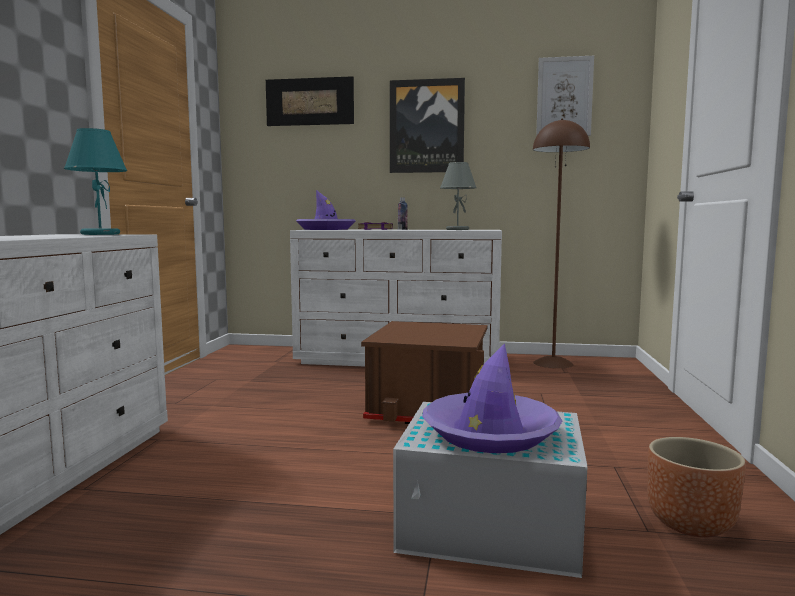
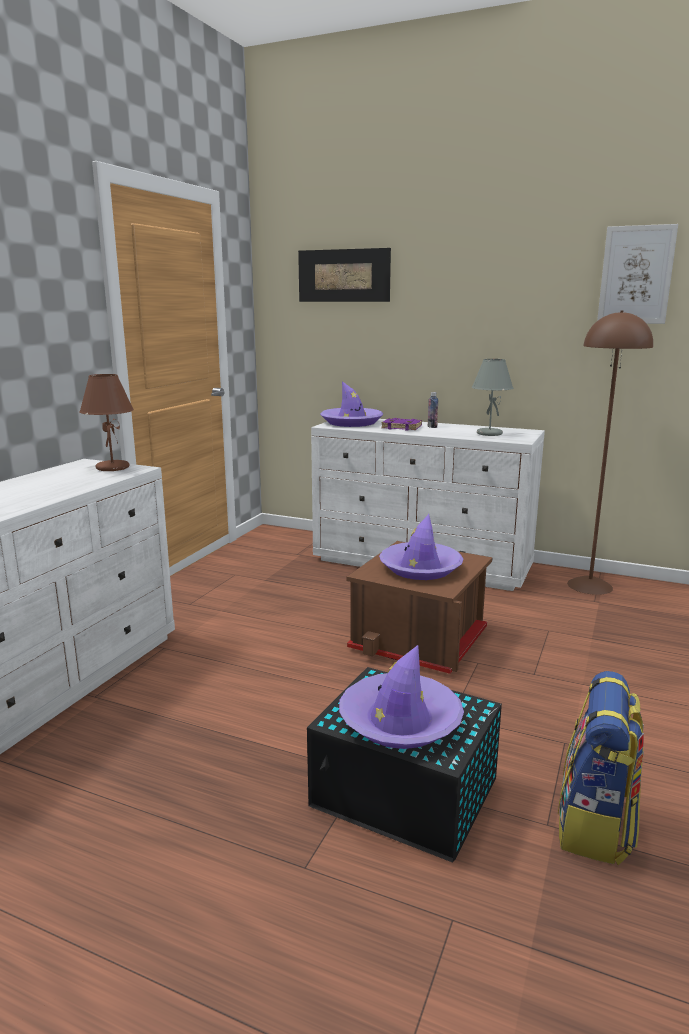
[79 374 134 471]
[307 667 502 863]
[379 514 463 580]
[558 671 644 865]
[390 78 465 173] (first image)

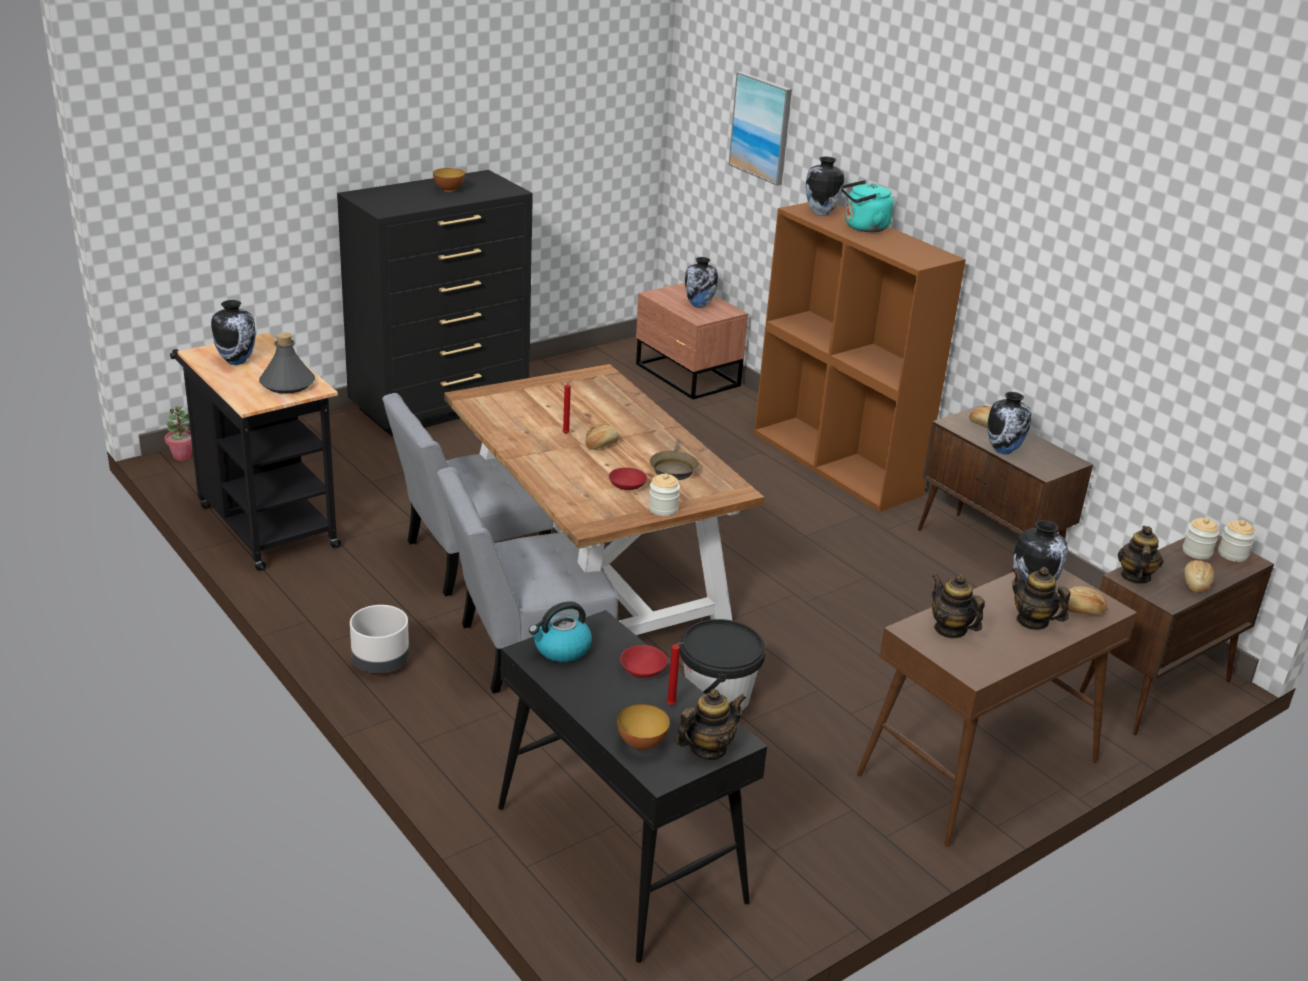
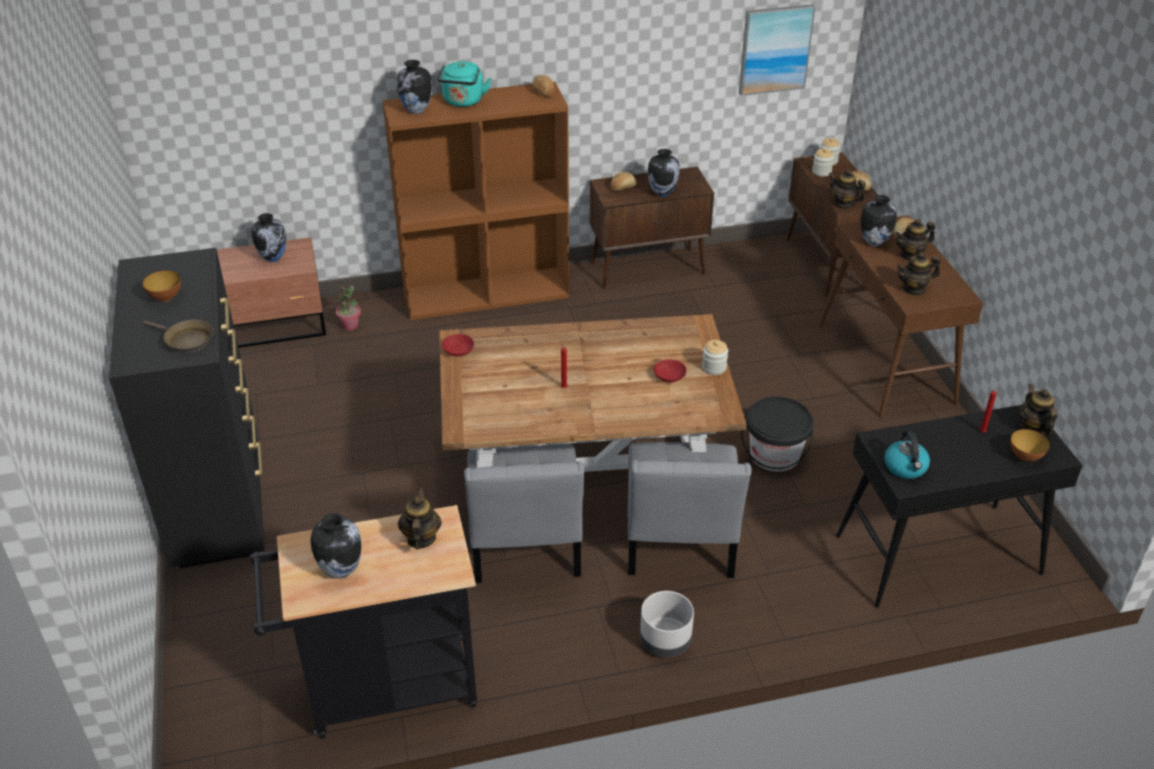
[143 320 214 353]
[336 286 361 331]
[398 488 442 549]
[442 334 474 356]
[532 75 554 97]
[739 4 816 96]

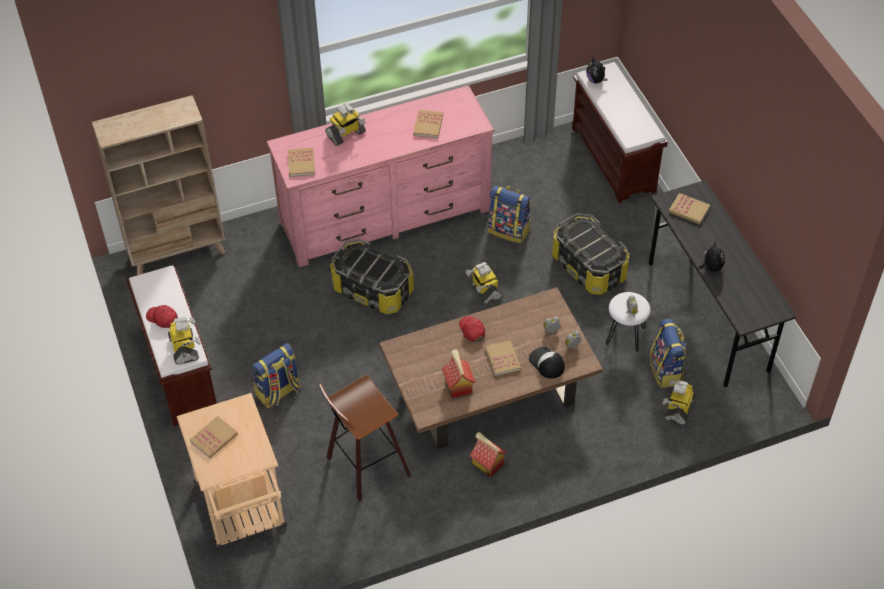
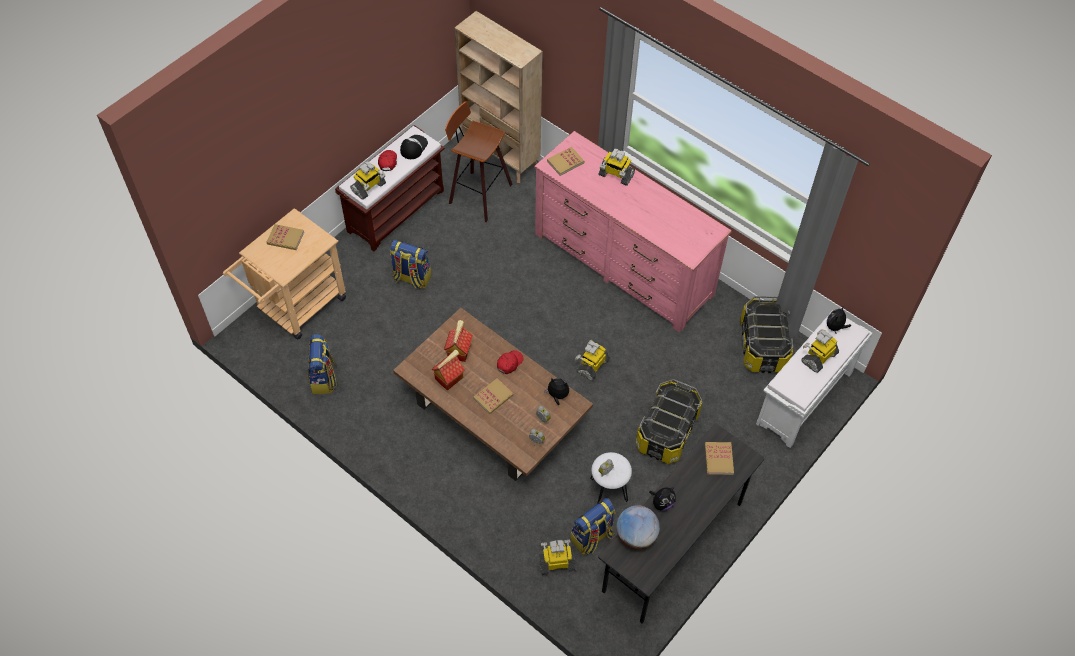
[307 334 337 394]
[400 135 428 159]
[444 320 473 362]
[445 101 512 222]
[544 377 569 405]
[616 505 660 549]
[740 296 793 373]
[756 310 872 448]
[801 329 839 373]
[413 110 443 138] (first image)

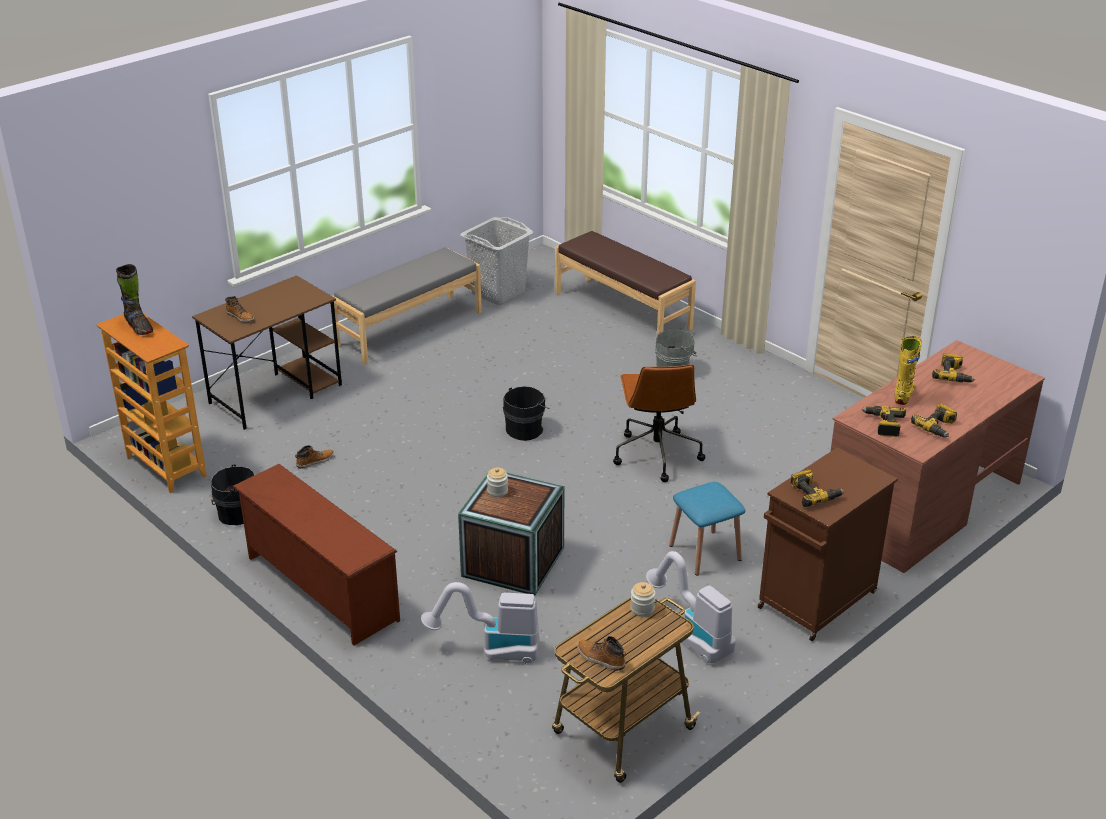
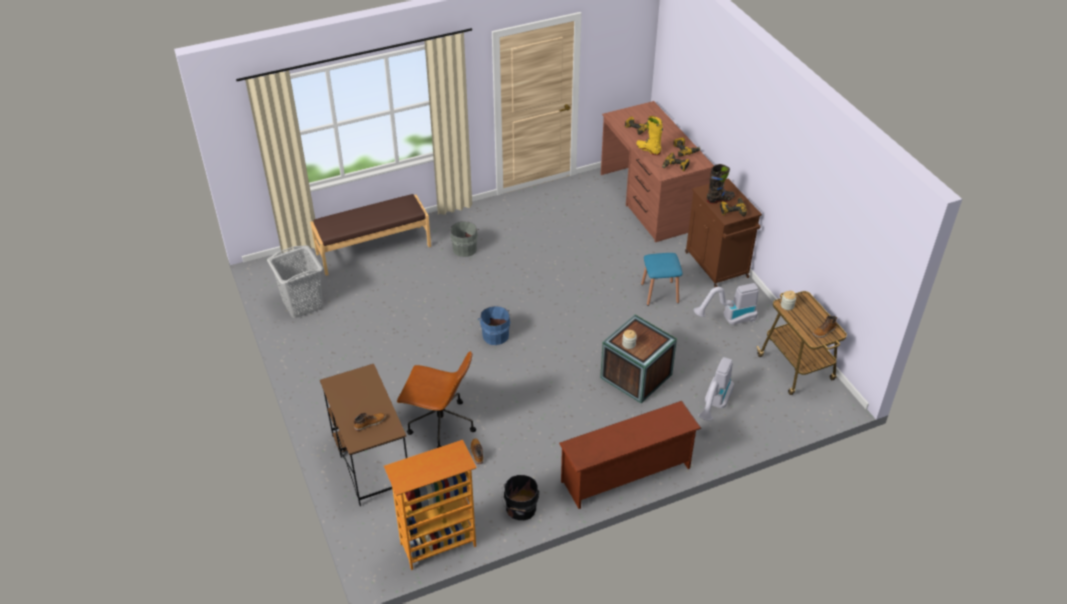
[397 351 476 448]
[479 306 510 345]
[706 164 735 204]
[331 247 482 365] (first image)

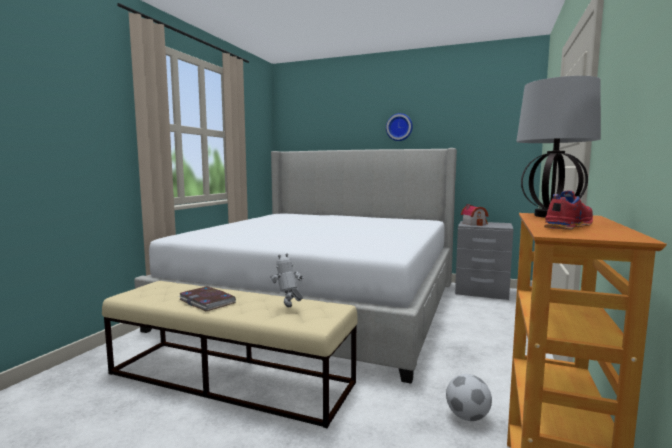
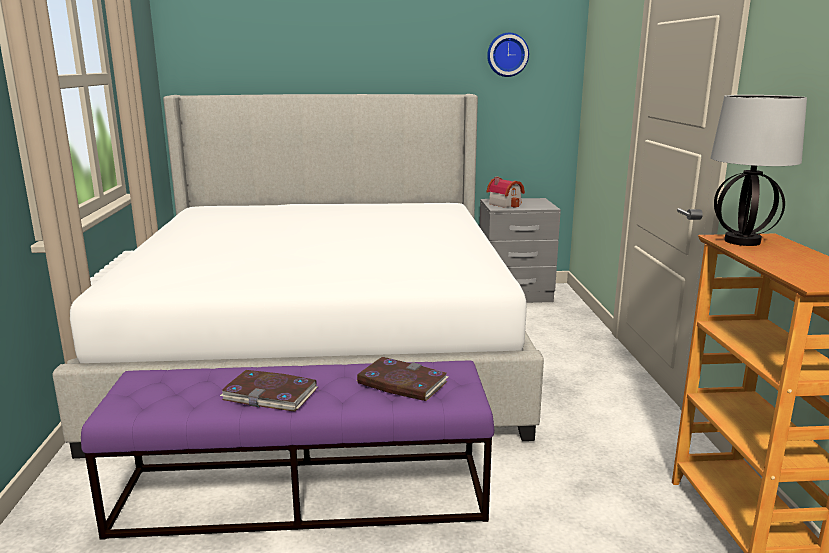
[81 361 495 540]
[356 357 449 401]
[487 33 529 77]
[446 374 492 421] (first image)
[544 190 593 230] (first image)

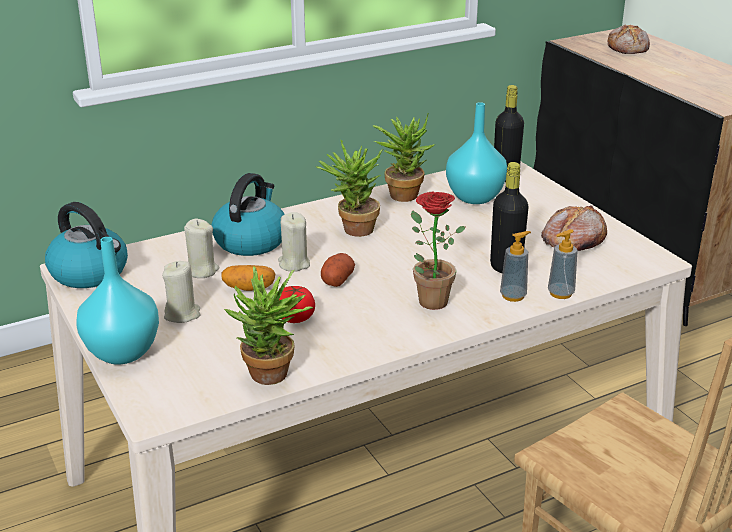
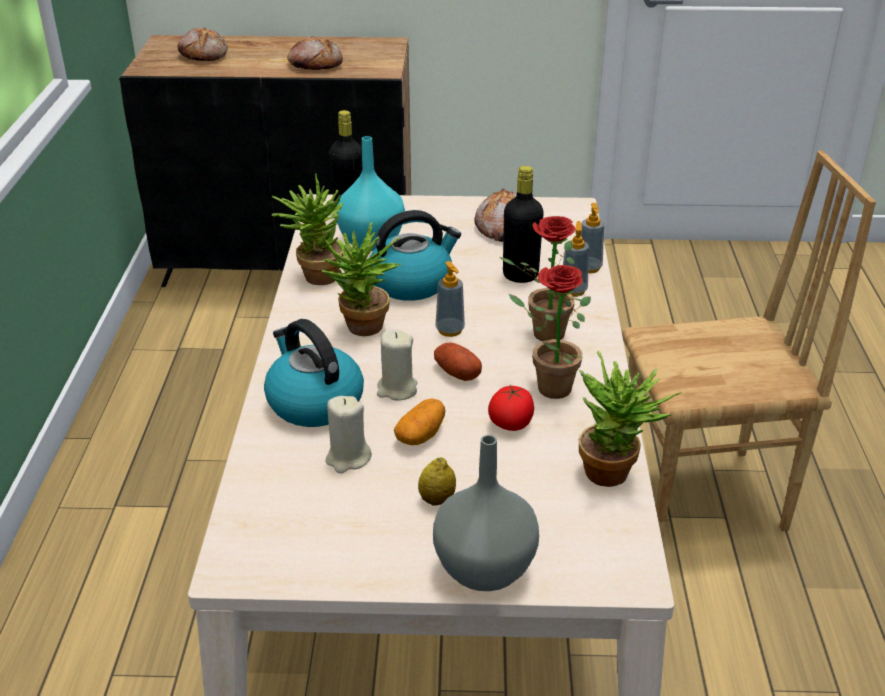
[287 36 343 70]
[370 210 461 301]
[418 457 456 506]
[433 435 539 591]
[436 261 465 337]
[509 265 591 399]

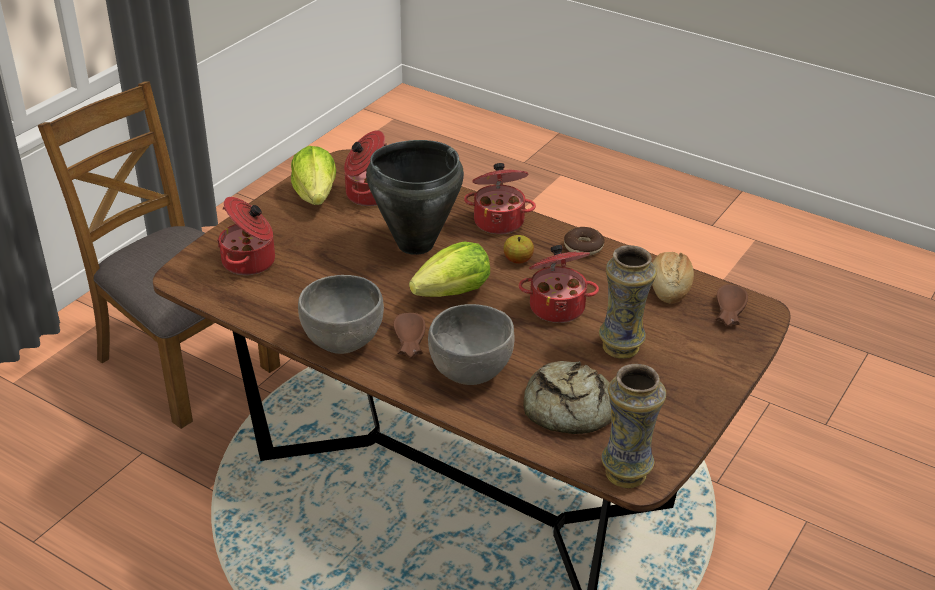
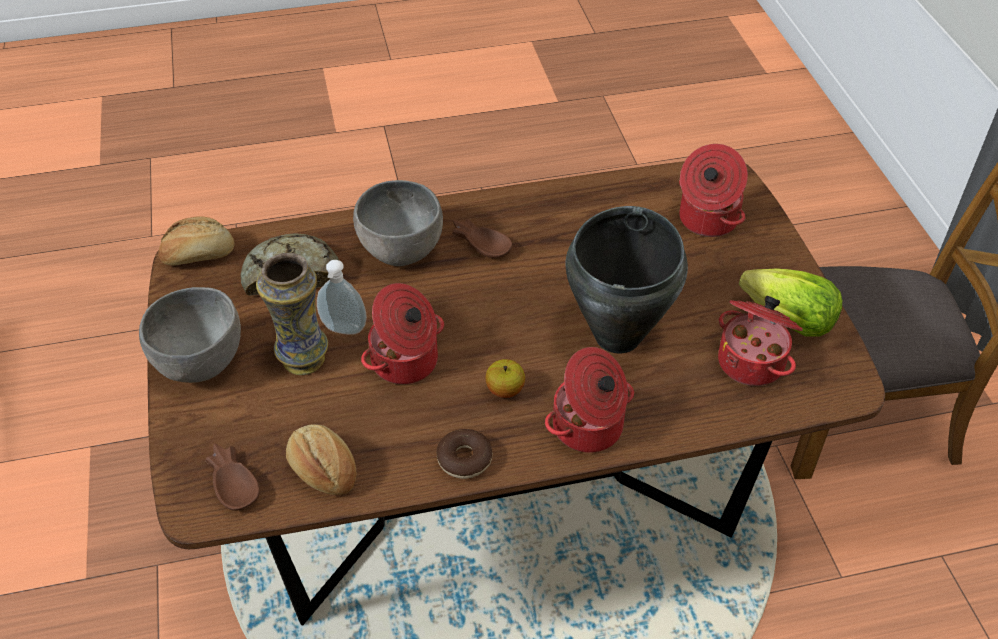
[139 287 241 383]
[158 216 235 265]
[317 260 367 335]
[409 241 490 297] (first image)

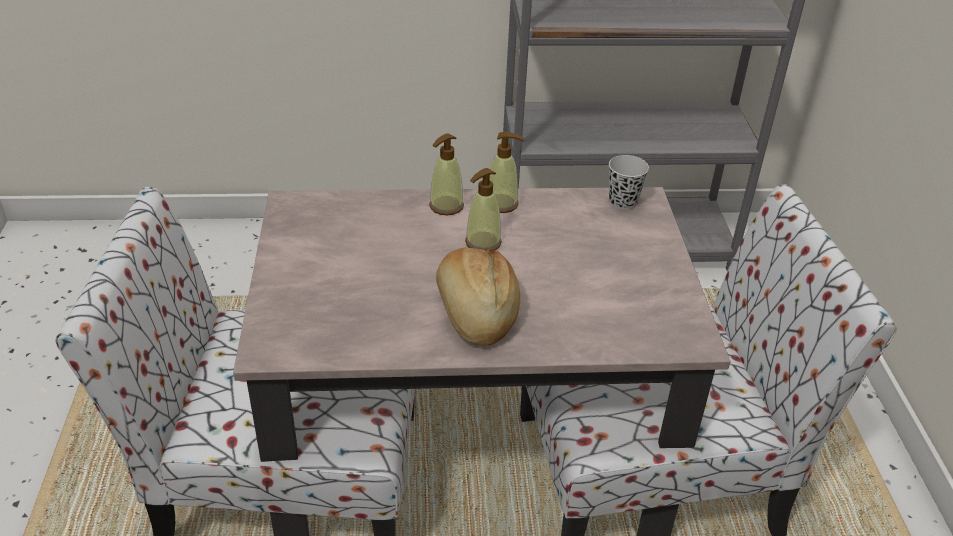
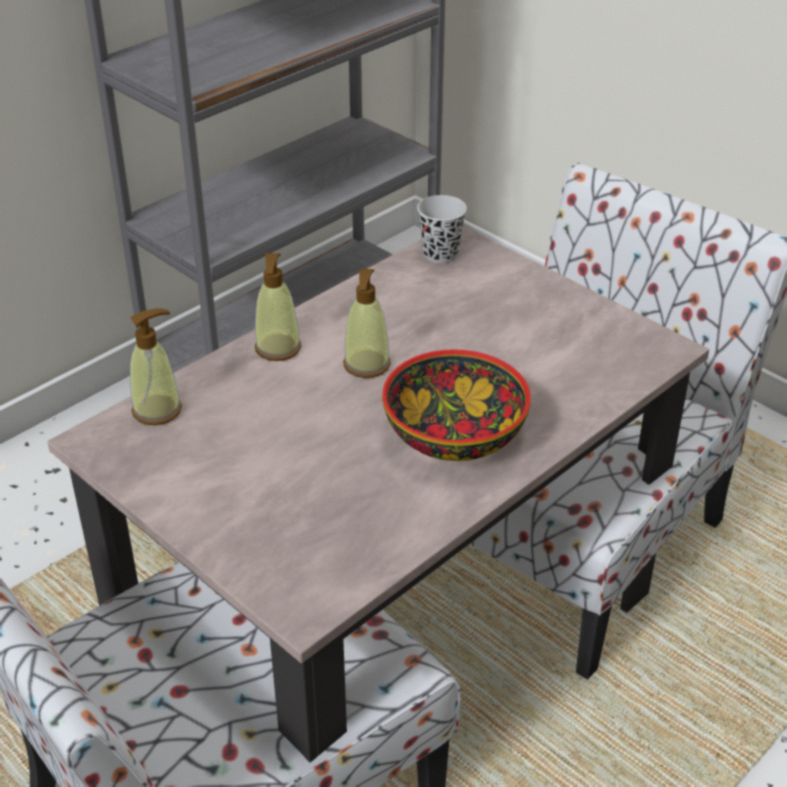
[130 309 182 425]
[382 349 531 461]

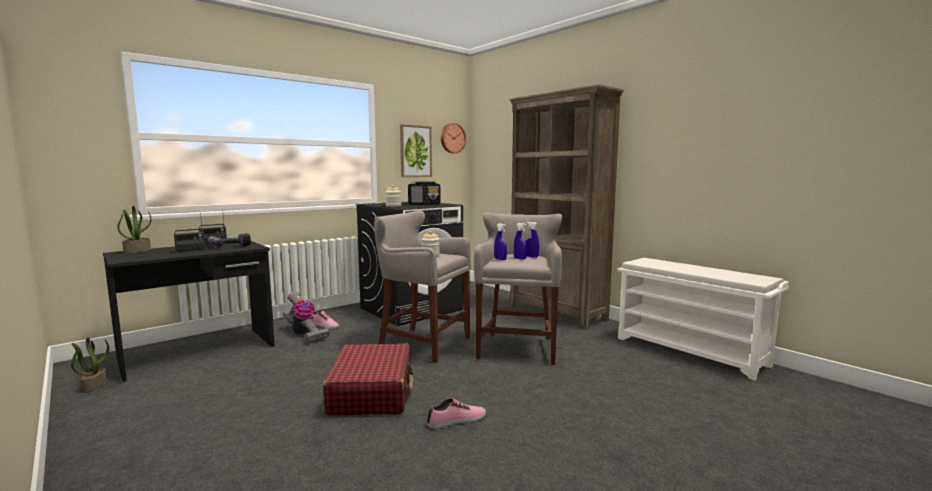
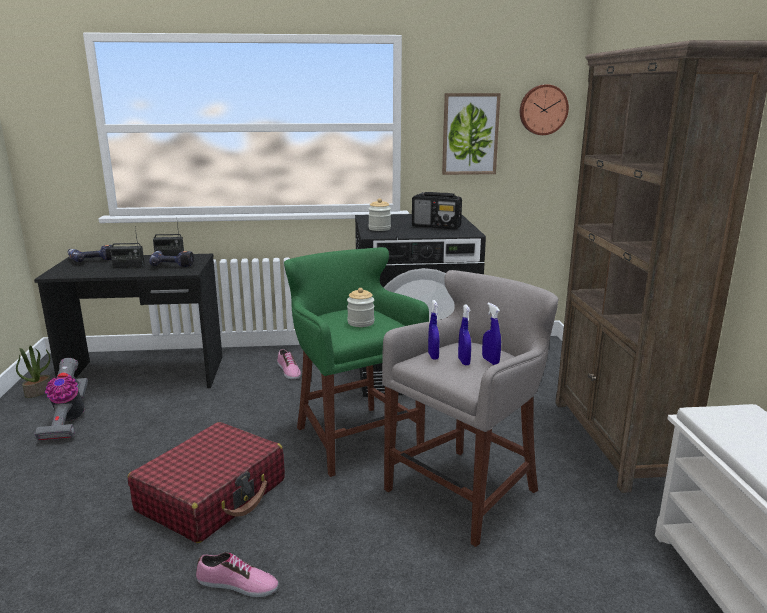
[34 358 88 441]
[68 245 112 262]
[284 247 429 477]

